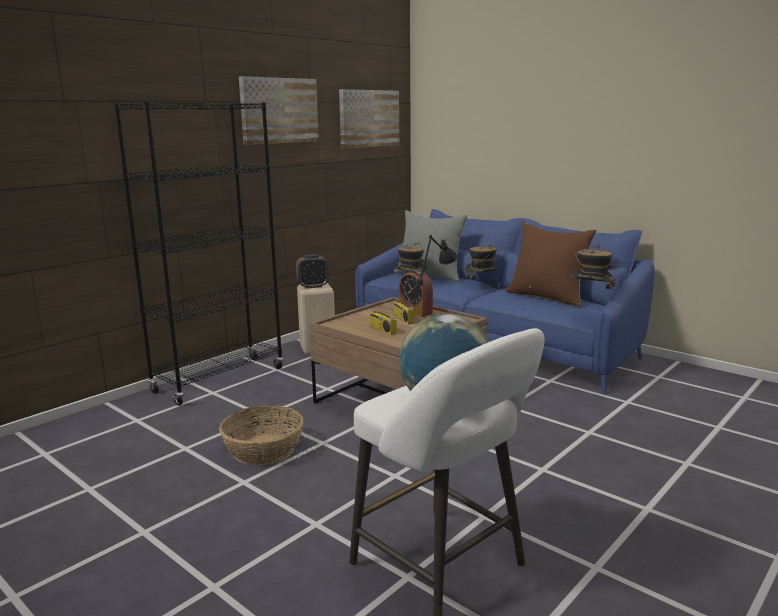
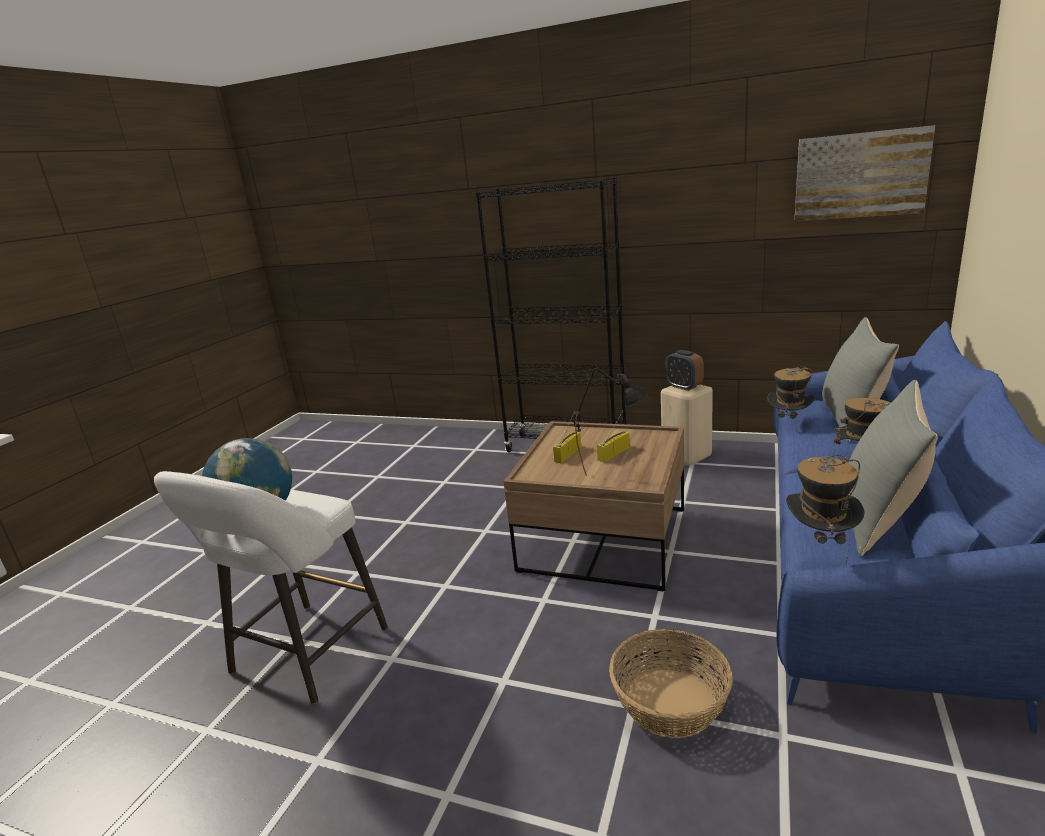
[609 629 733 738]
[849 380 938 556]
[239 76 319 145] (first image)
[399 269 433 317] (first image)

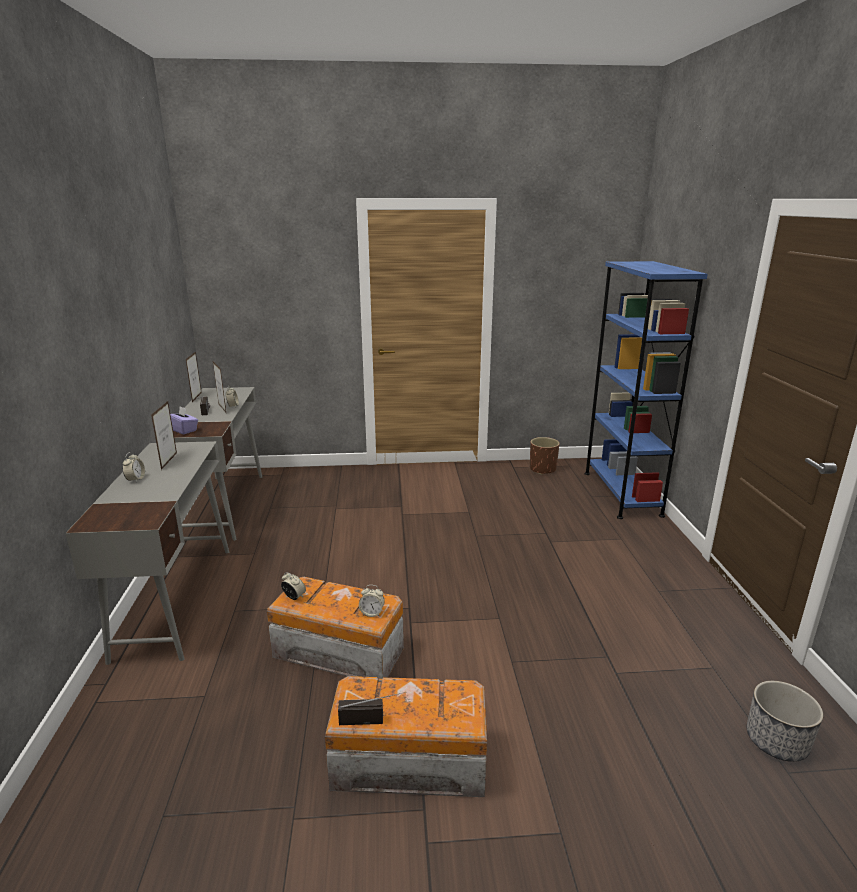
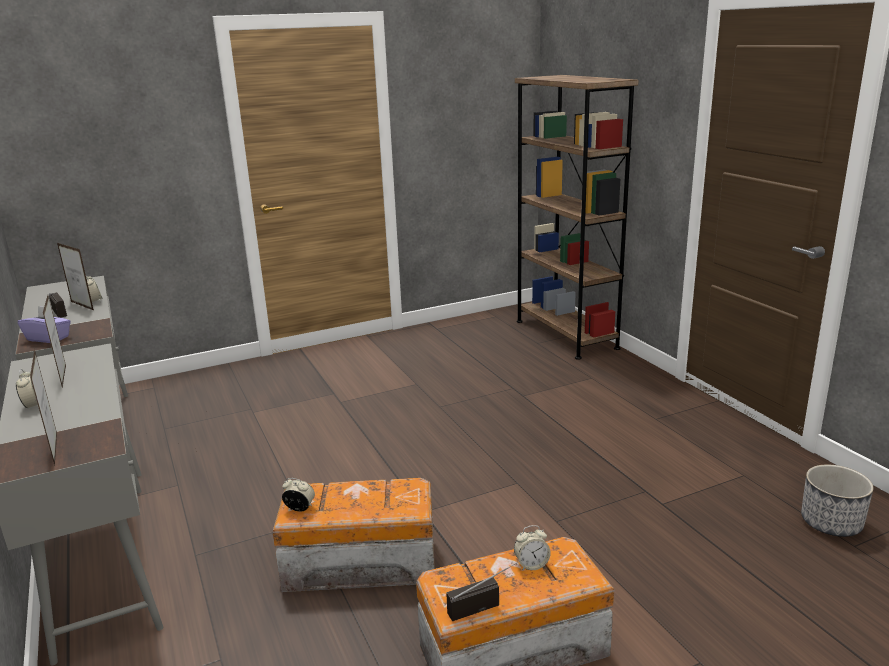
[30 350 57 466]
[514 525 551 571]
[515 75 638 360]
[530 437 560 475] (first image)

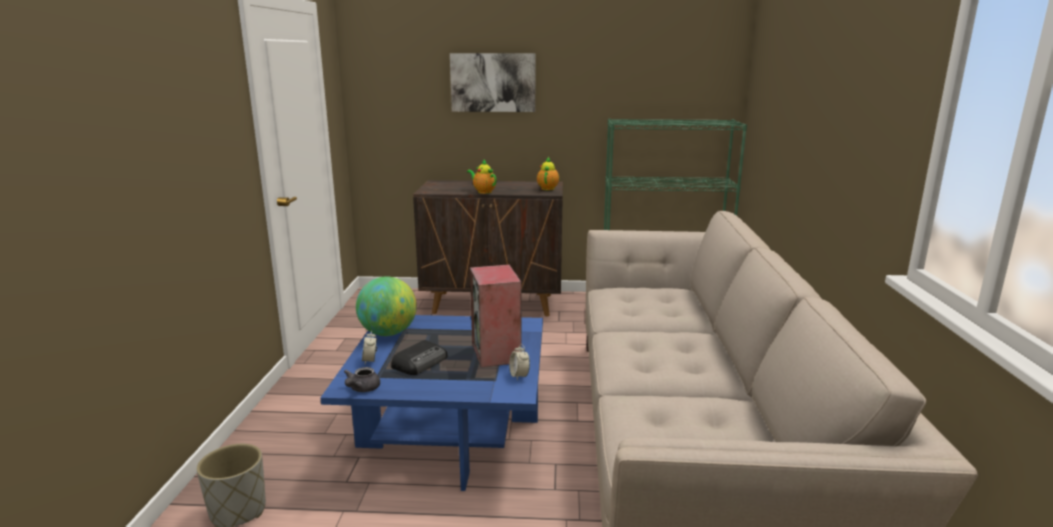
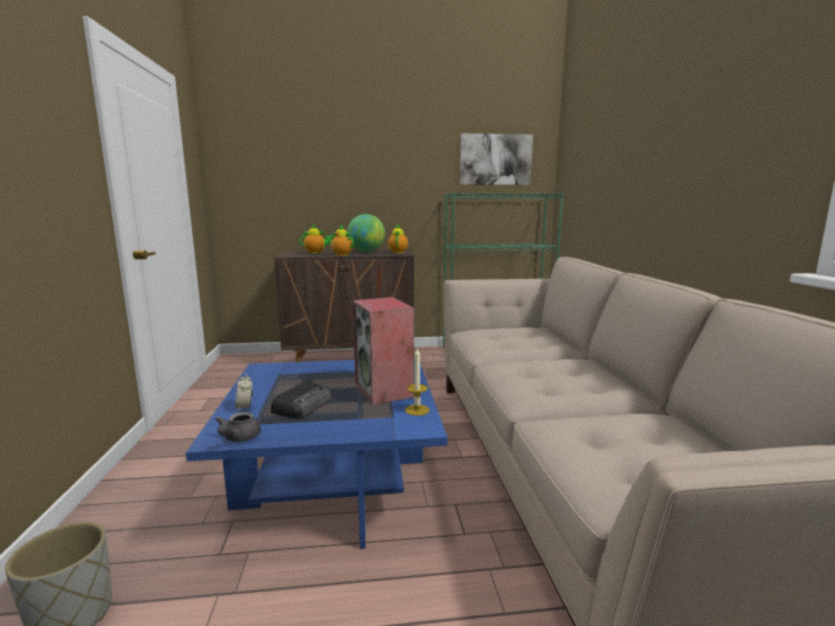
[300 224 335 253]
[347 214 385 252]
[405 347 430 416]
[460 133 533 185]

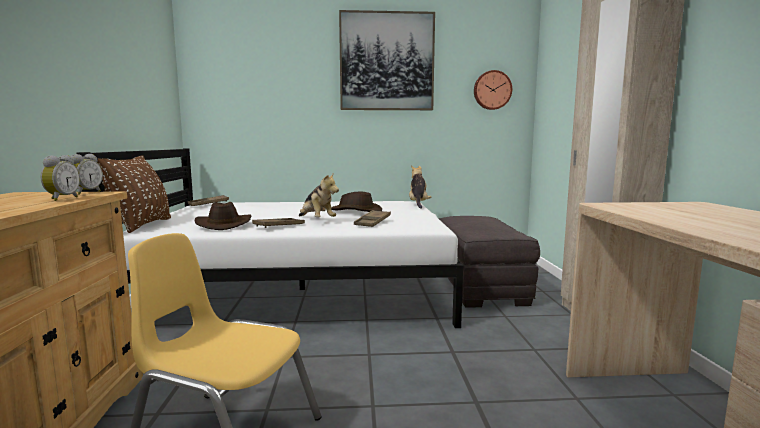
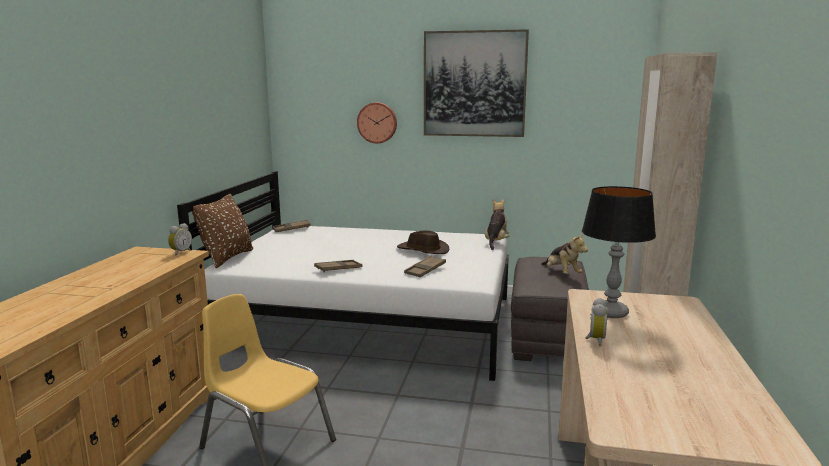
[357 102 397 143]
[541 233 588 274]
[582 186 656 318]
[585 298 608 346]
[195 202 252 230] (first image)

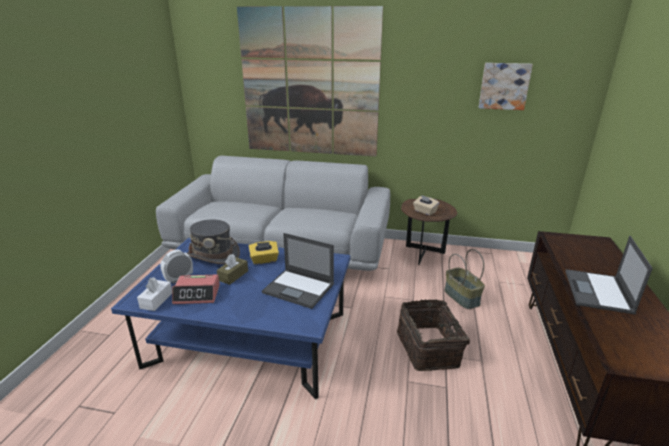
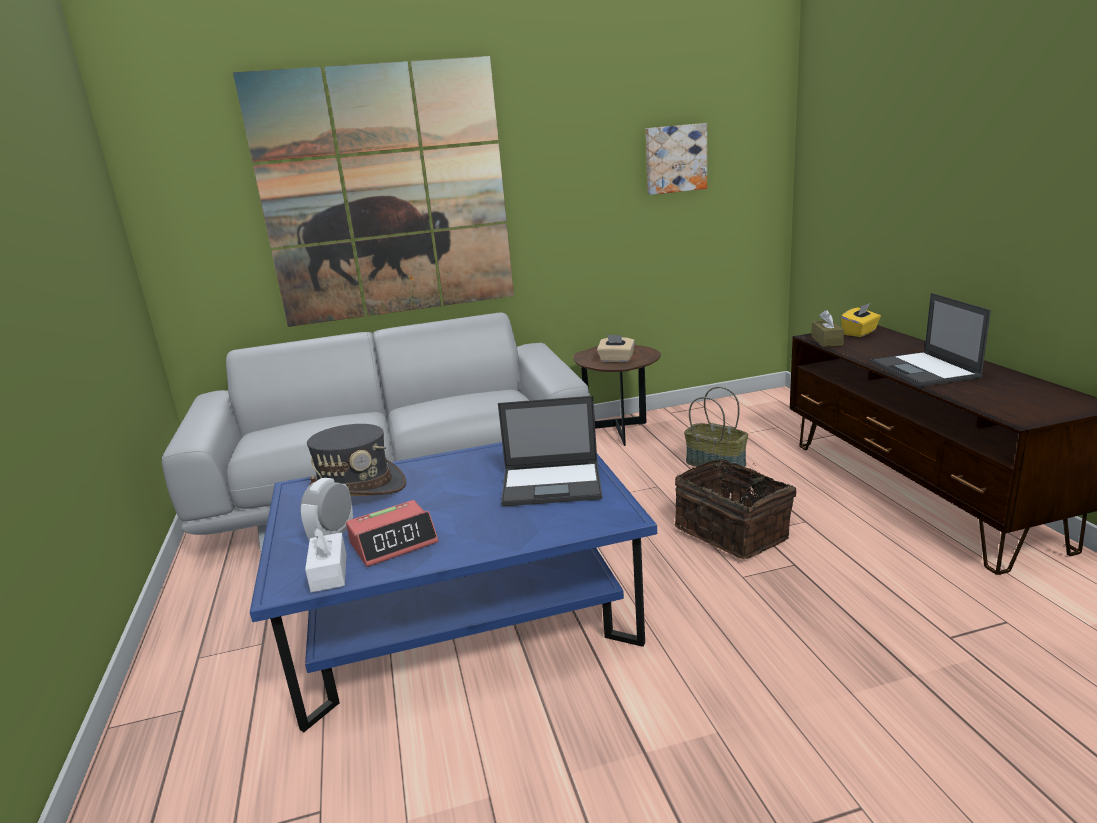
[811 310 844 347]
[841 303 881 337]

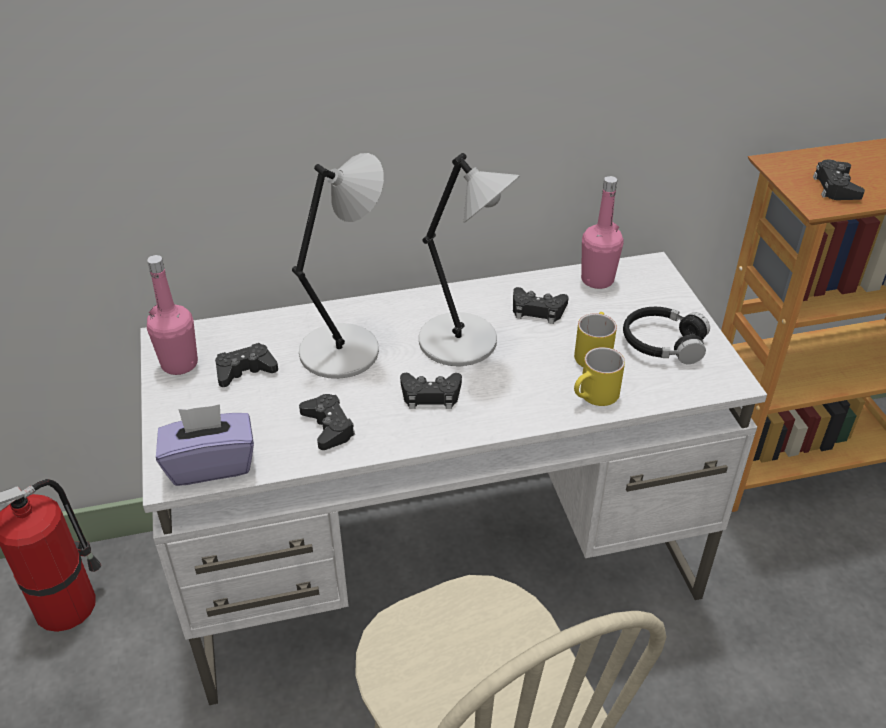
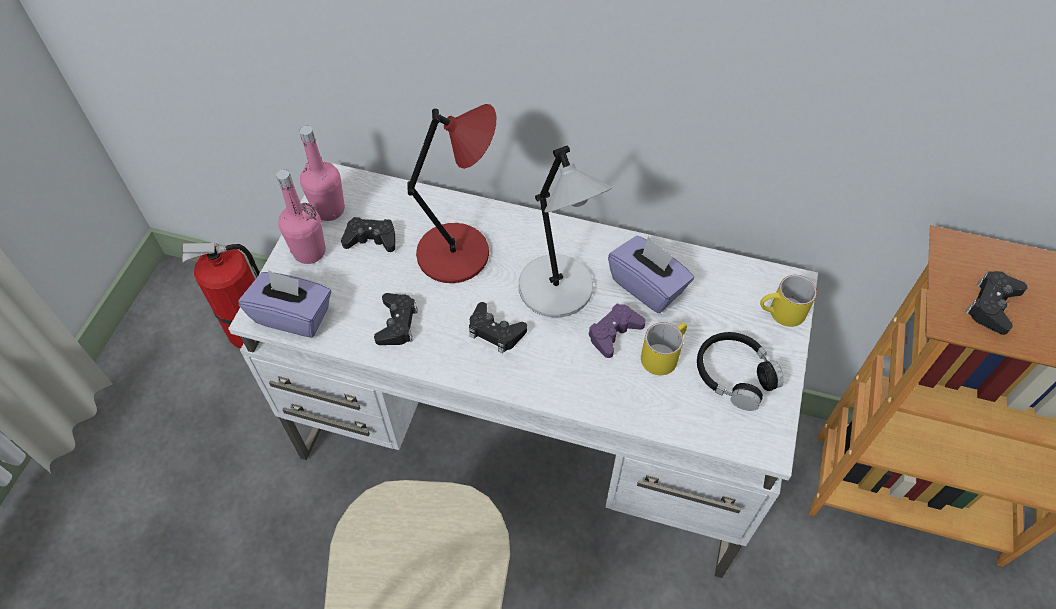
[276 169 326 264]
[407 104 496 283]
[588 303 646 358]
[608 236 694 313]
[760 275 817 327]

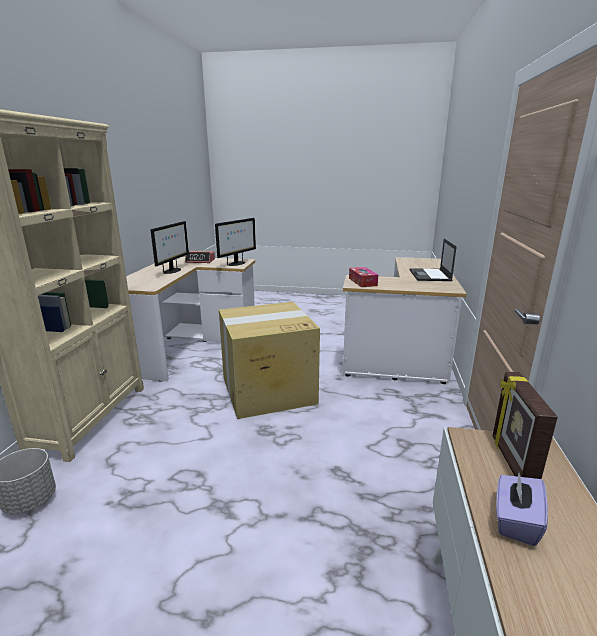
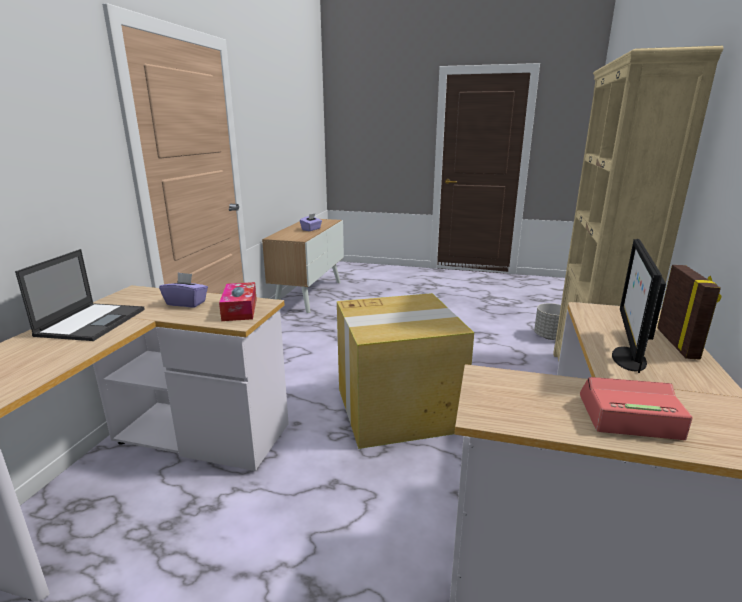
[159 272 208 307]
[657 265 722 360]
[215 218 256 266] (first image)

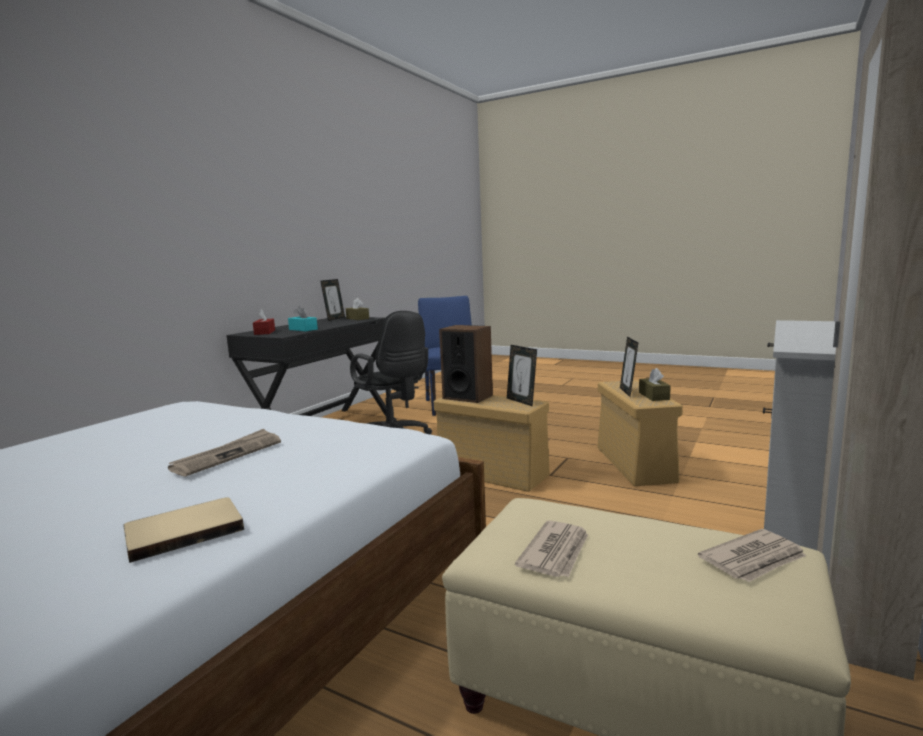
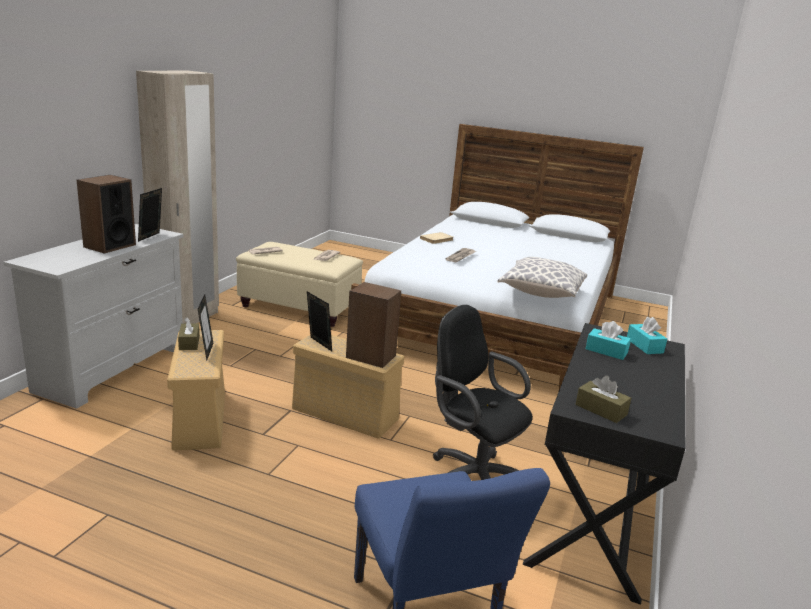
[77 175 136 253]
[138 188 162 242]
[497 257 587 298]
[627 317 667 354]

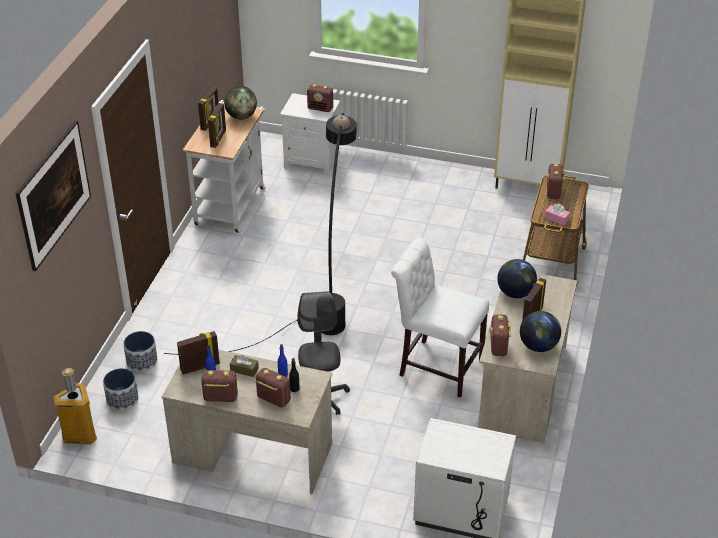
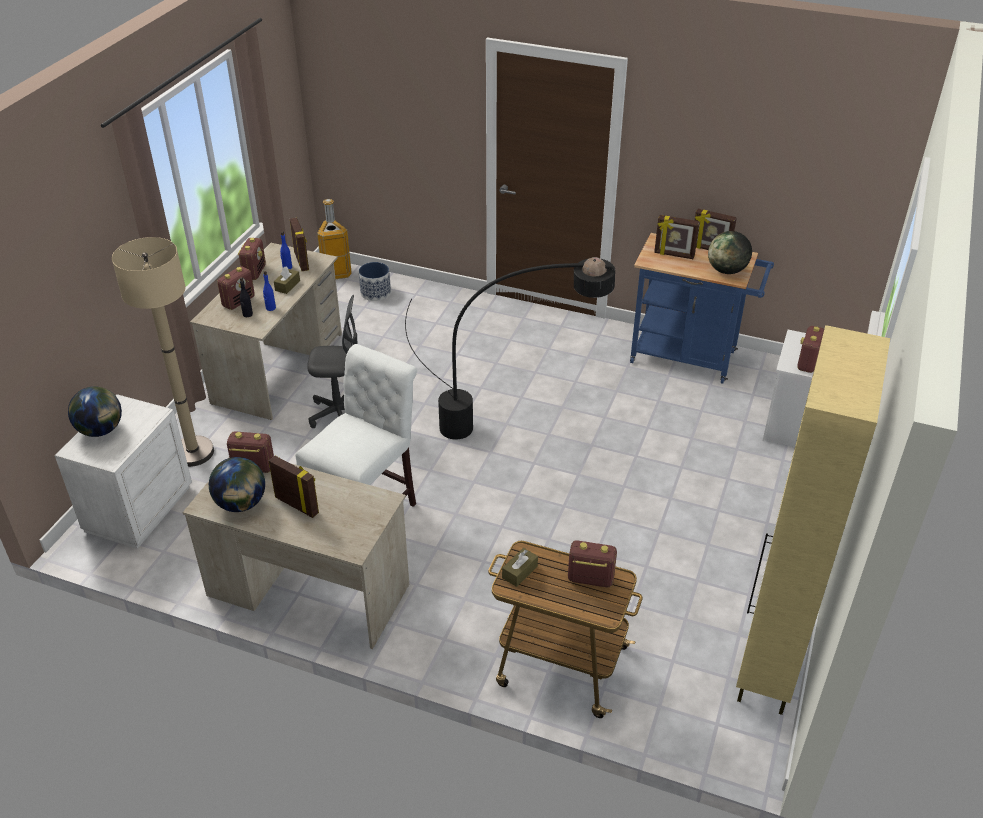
[68 386 122 437]
[112 237 214 467]
[502 548 538 587]
[630 233 774 384]
[15 121 91 271] (first image)
[123 331 158 372] (first image)

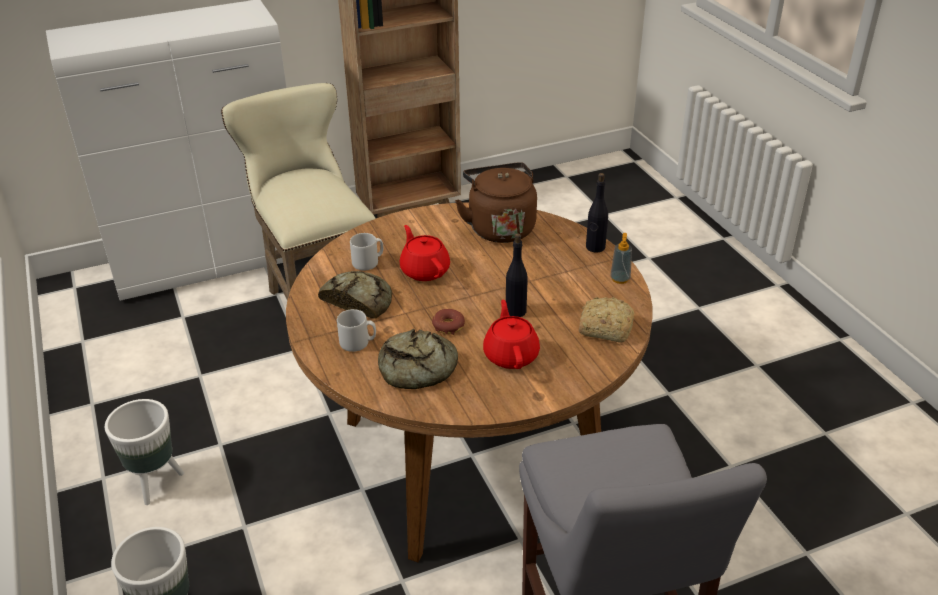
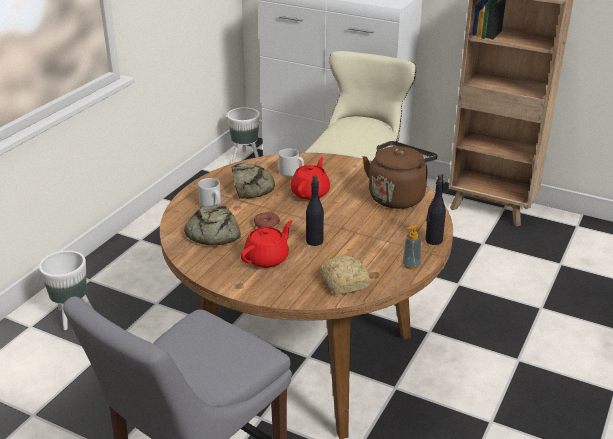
[227 107 260 163]

